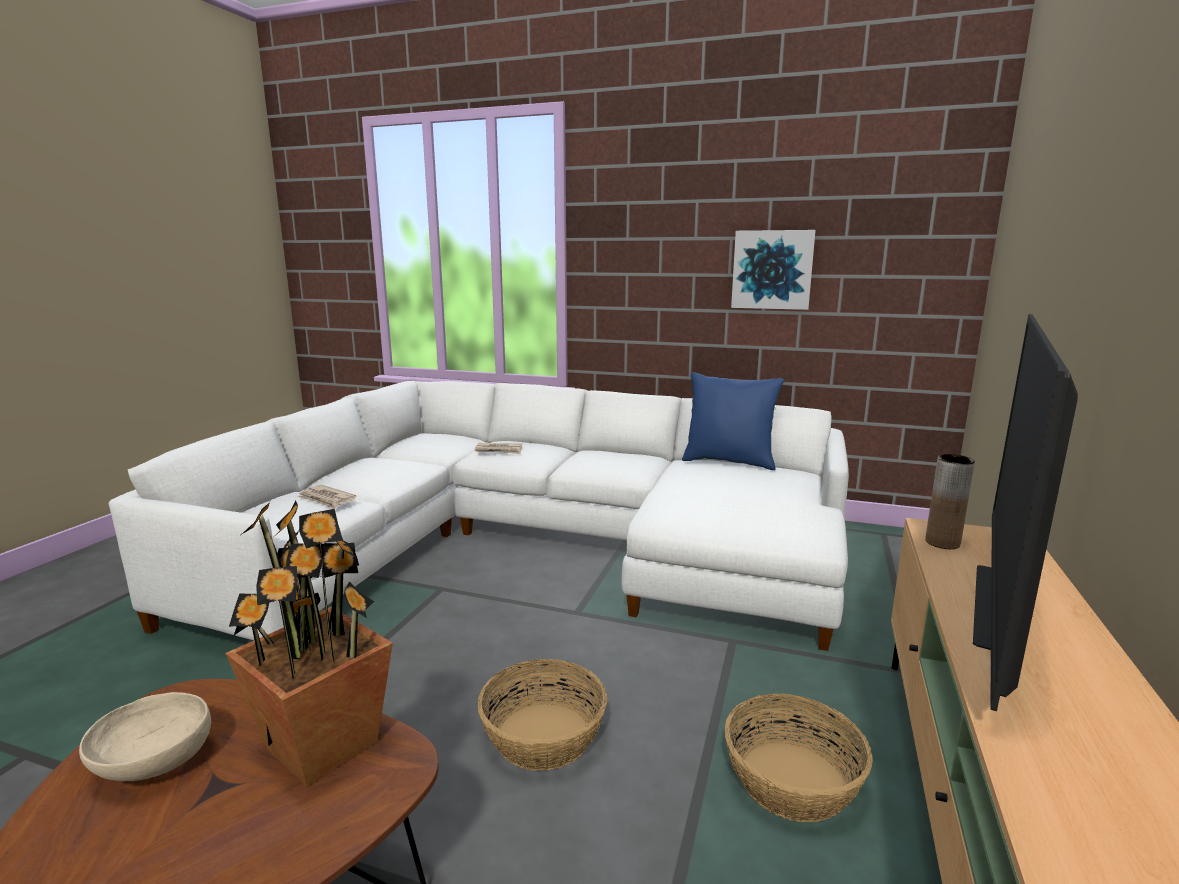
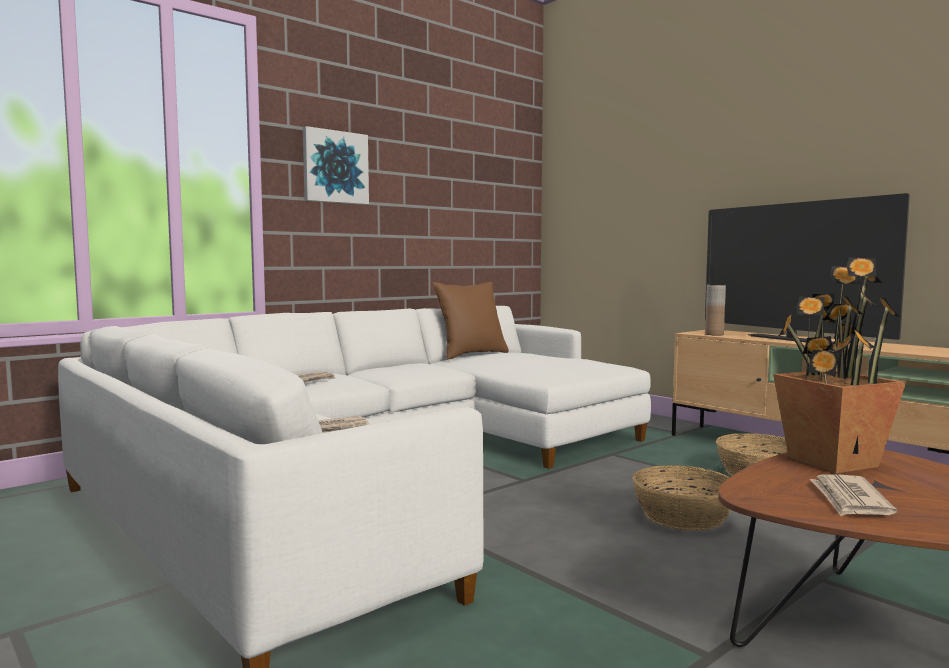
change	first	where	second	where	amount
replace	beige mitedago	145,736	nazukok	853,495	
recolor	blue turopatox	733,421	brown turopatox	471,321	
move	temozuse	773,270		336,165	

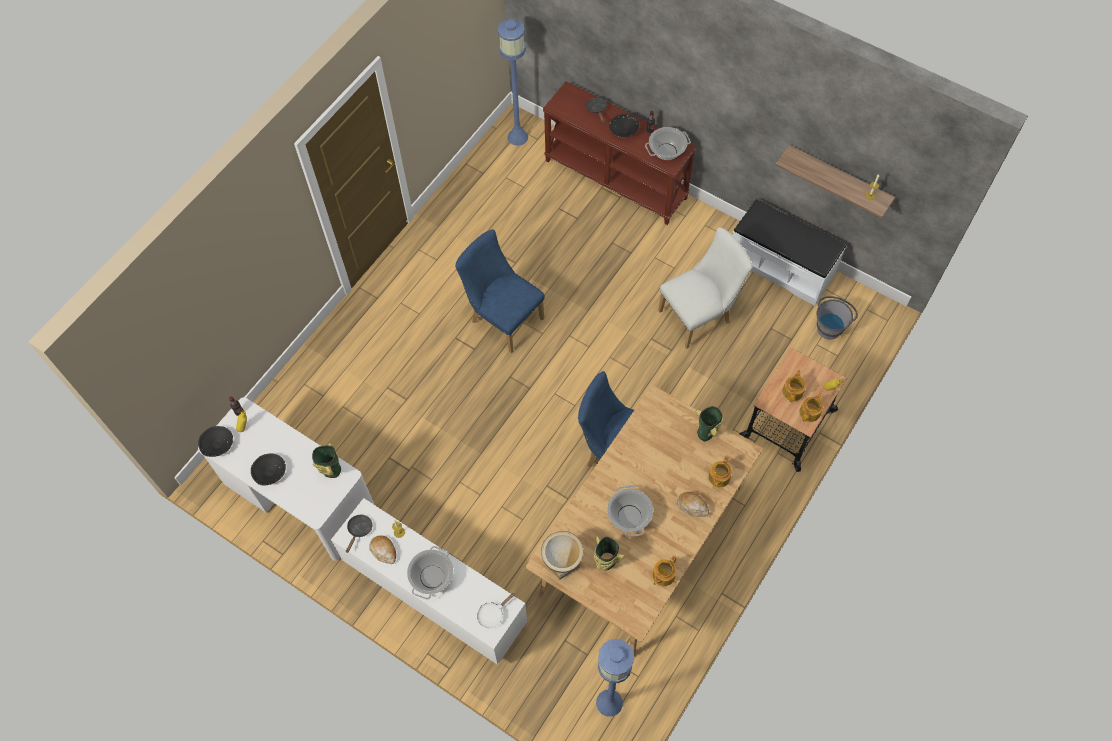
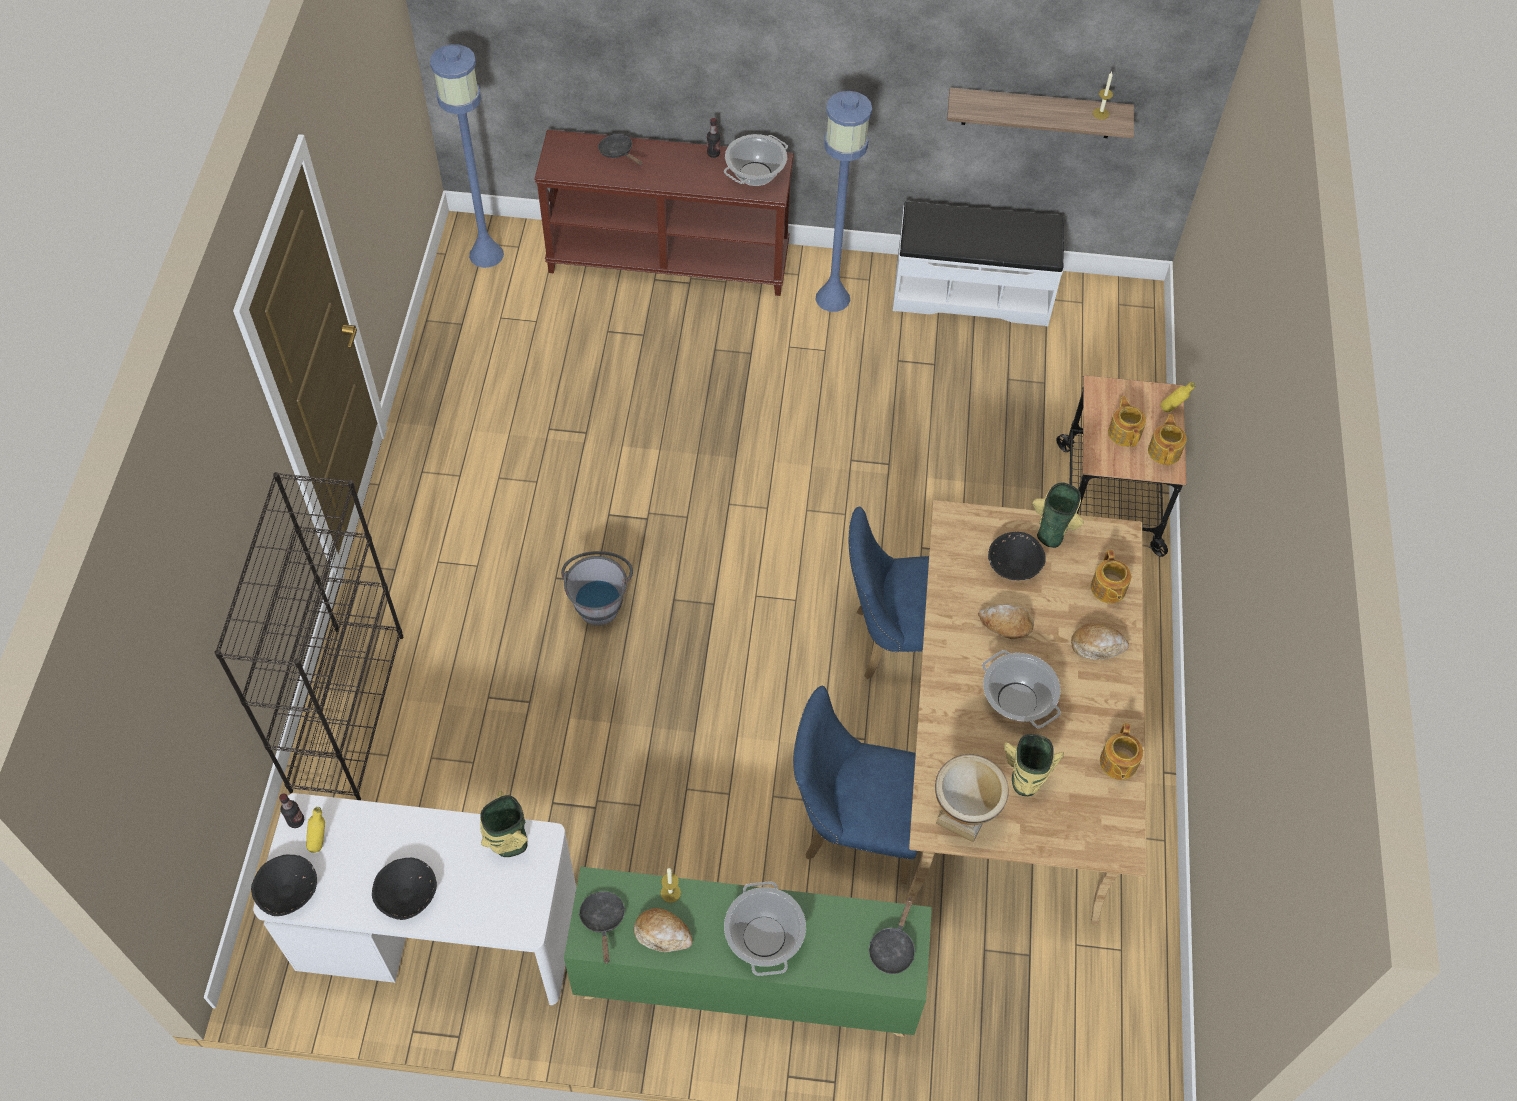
change	first	where	second	where	amount
recolor	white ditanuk	429,581	green ditanuk	748,952	
move	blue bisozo	500,291		855,785	
recolor	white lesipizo	496,611	black lesipizo	892,936	
move	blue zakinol	615,678		843,201	
move	black mitedago	624,125		1017,556	
delete	white bisozo	705,288			
move	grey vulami	837,318		597,588	
insert			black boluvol	309,636	
insert			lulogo	1006,622	

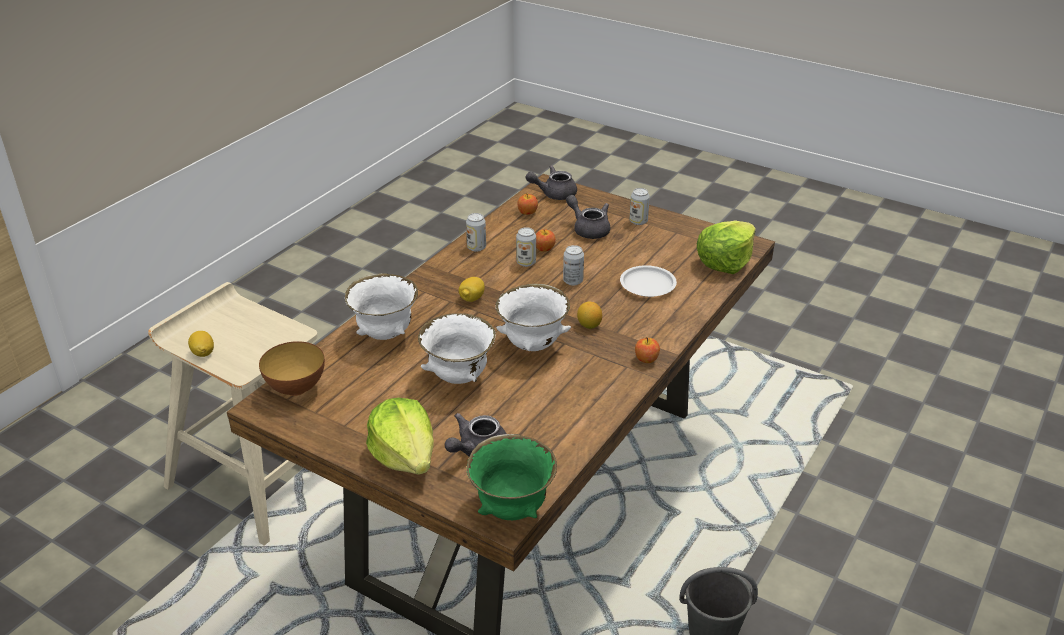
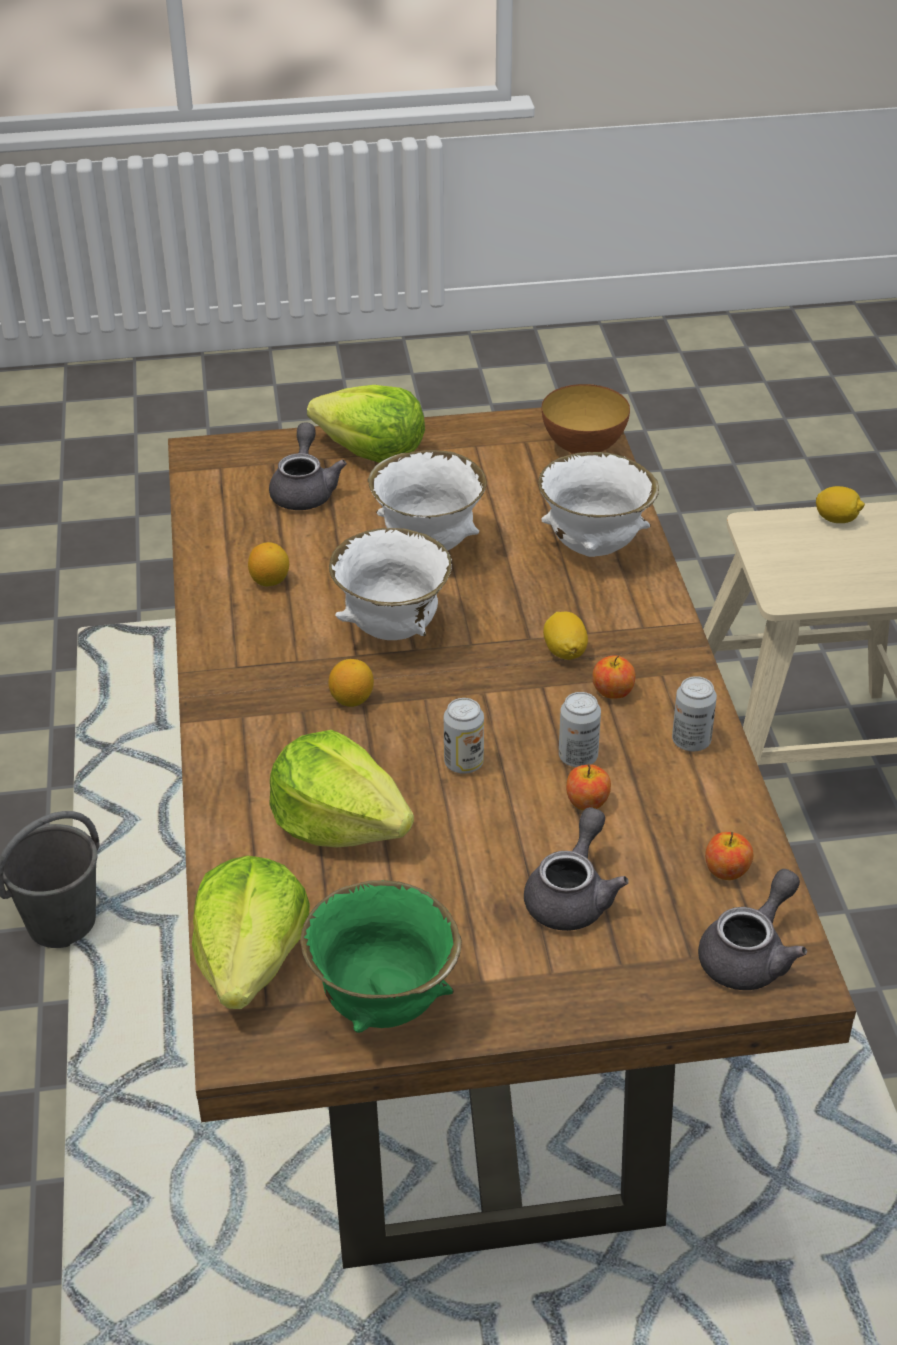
change	first	where	second	where	amount
move	green mitedago	512,477		381,956	
rotate	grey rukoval	588,217		576,869	75 degrees counterclockwise
replace	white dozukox	648,281	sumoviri	341,789	
delete	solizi	640,206			
move	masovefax	647,350		613,677	
insert			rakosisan	268,564	

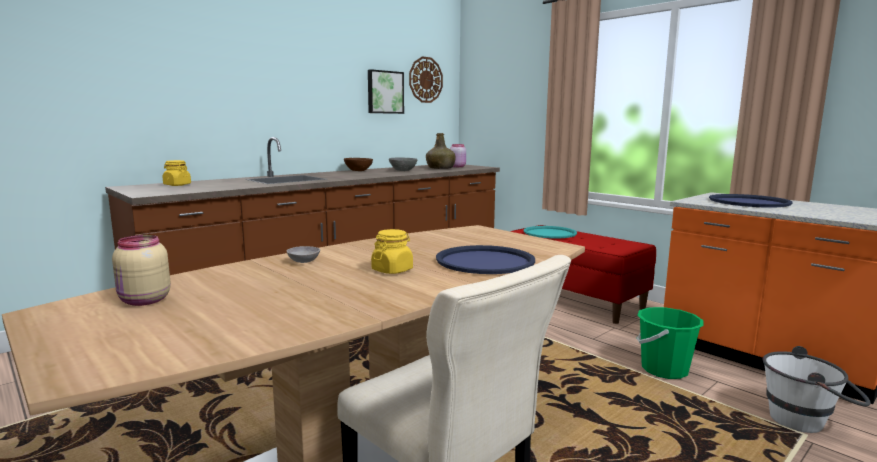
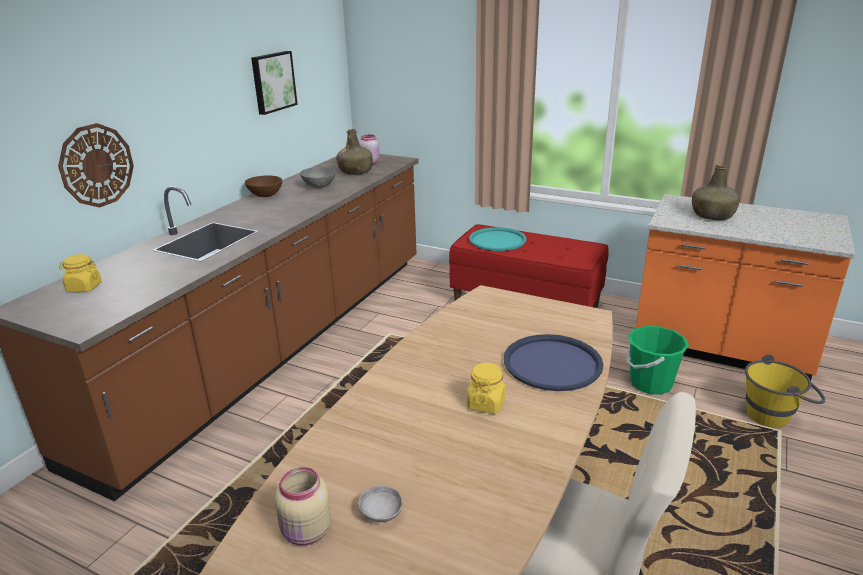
change	first	where	second	where	amount
move	grey mitedago	303,254		380,504	
move	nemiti	426,79		96,165	
replace	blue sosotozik	751,201	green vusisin	716,192	
recolor	white vulami	817,389	yellow vulami	785,391	

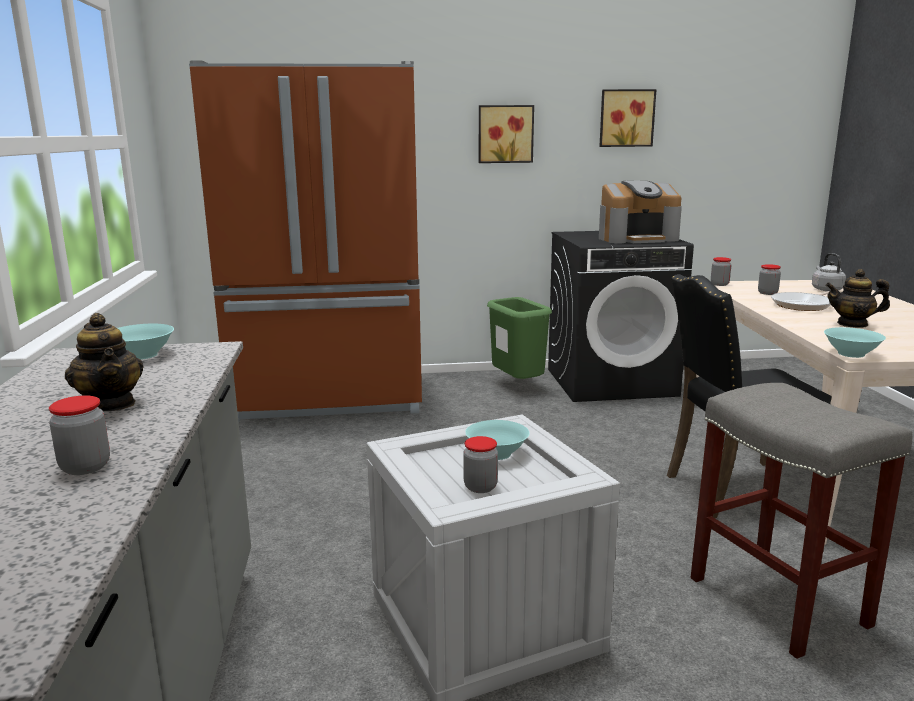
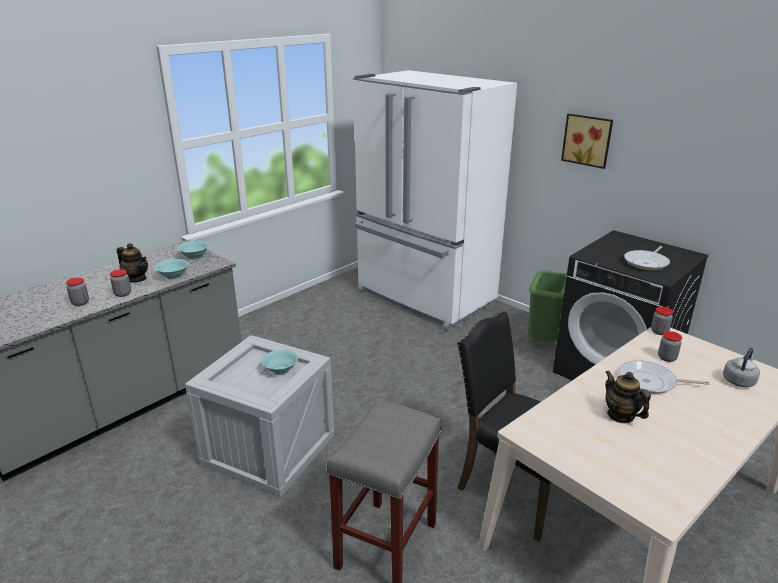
change	first	where	second	where	amount
rotate	rukoval	104,362		132,262	75 degrees counterclockwise
recolor	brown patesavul	305,241	white patesavul	435,200	
move	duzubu	480,464		120,283	
delete	temozuse	628,118			
replace	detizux	640,212	lesipizo	647,258	
move	turquoise mitedago	855,342		172,269	

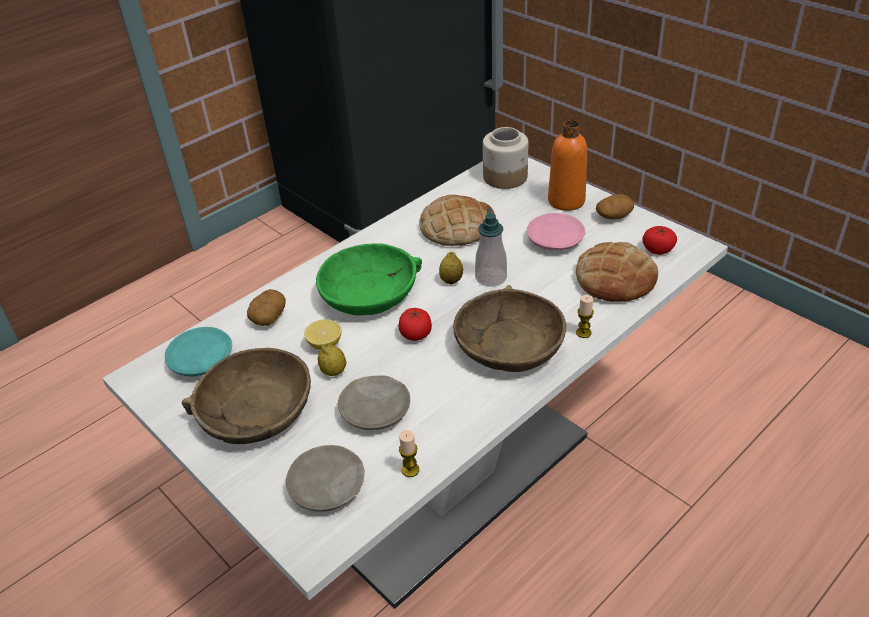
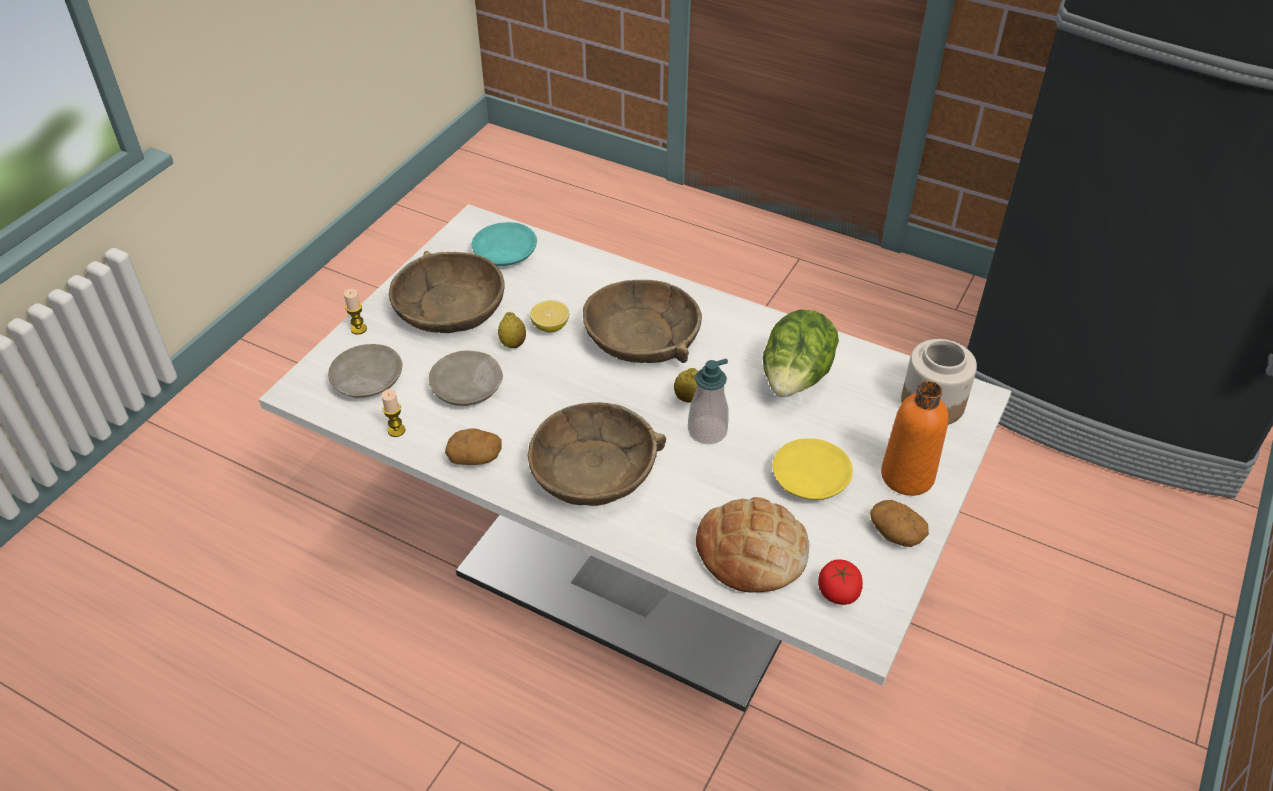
change	first	where	second	where	amount
move	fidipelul	266,307		473,447	
recolor	green mitedago	369,279	brown mitedago	642,321	
delete	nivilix	415,324			
replace	lulogo	457,220	sumoviri	801,353	
recolor	pink dozukox	556,231	yellow dozukox	813,469	
move	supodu	585,316		355,312	

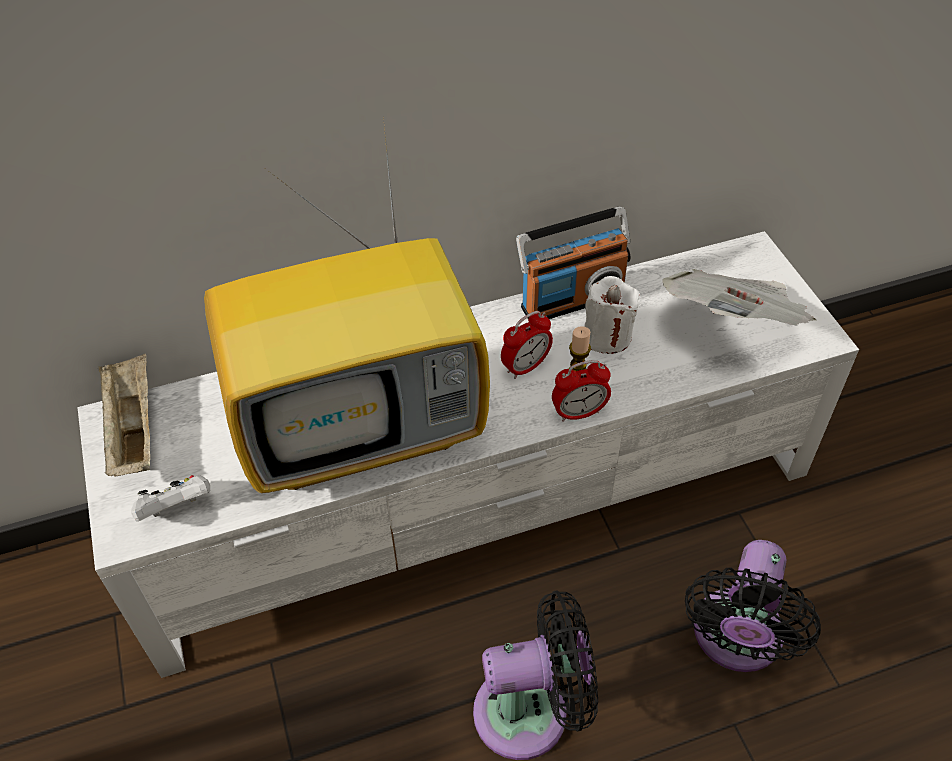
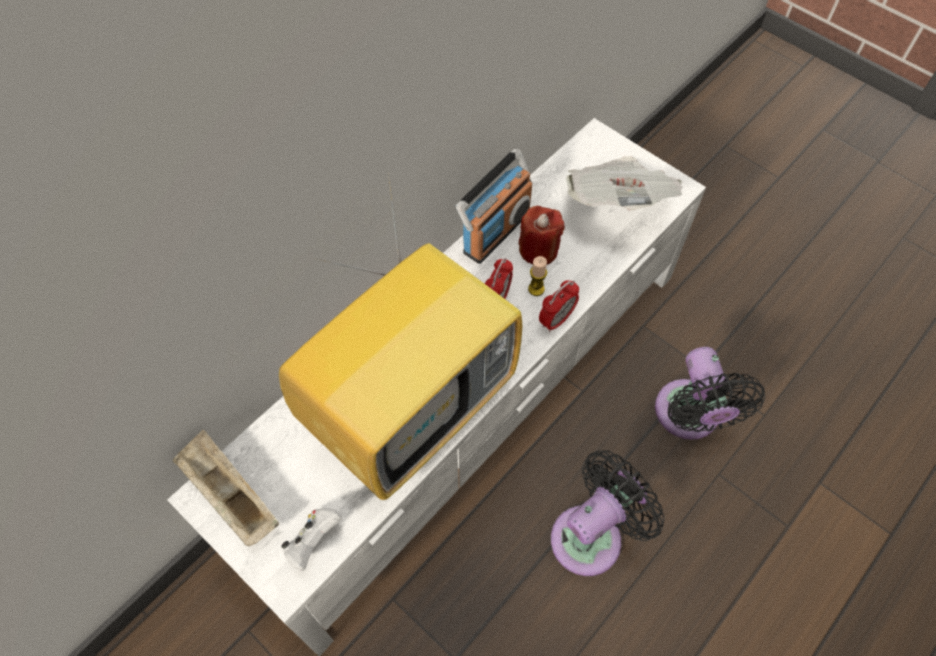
change	first	where	second	where	amount
recolor	white supodu	611,315	red supodu	541,235	

